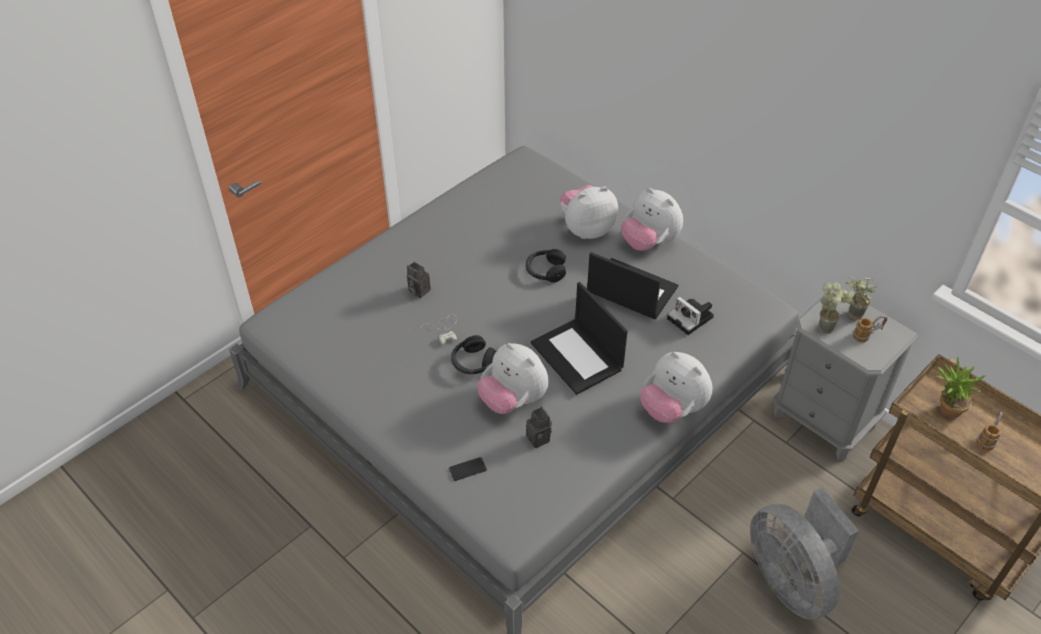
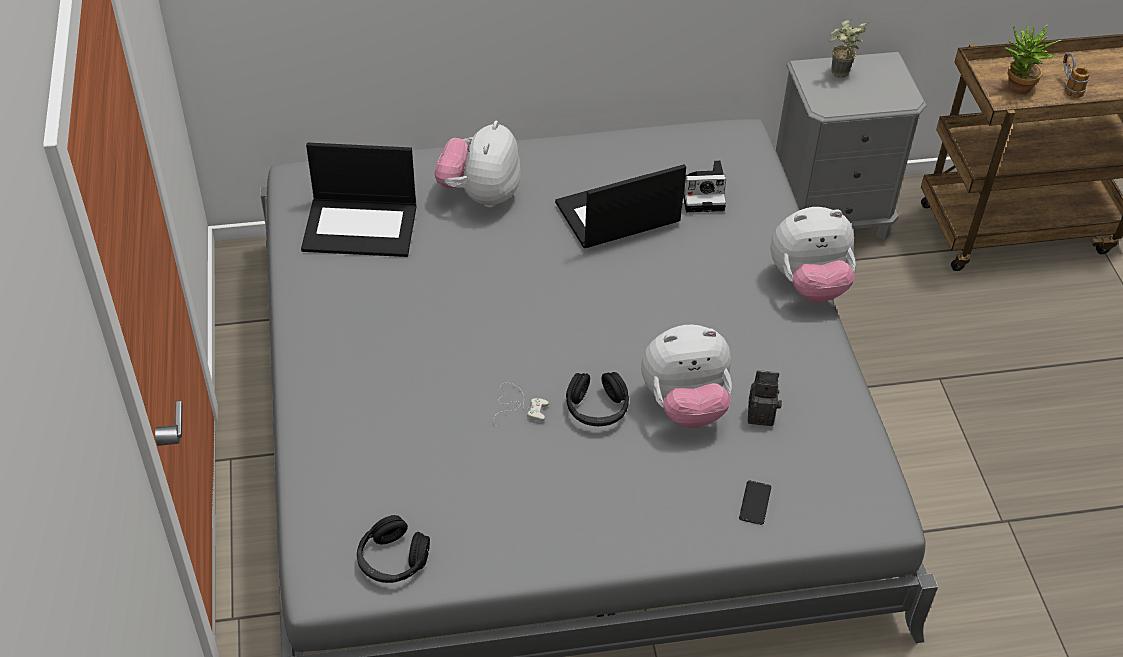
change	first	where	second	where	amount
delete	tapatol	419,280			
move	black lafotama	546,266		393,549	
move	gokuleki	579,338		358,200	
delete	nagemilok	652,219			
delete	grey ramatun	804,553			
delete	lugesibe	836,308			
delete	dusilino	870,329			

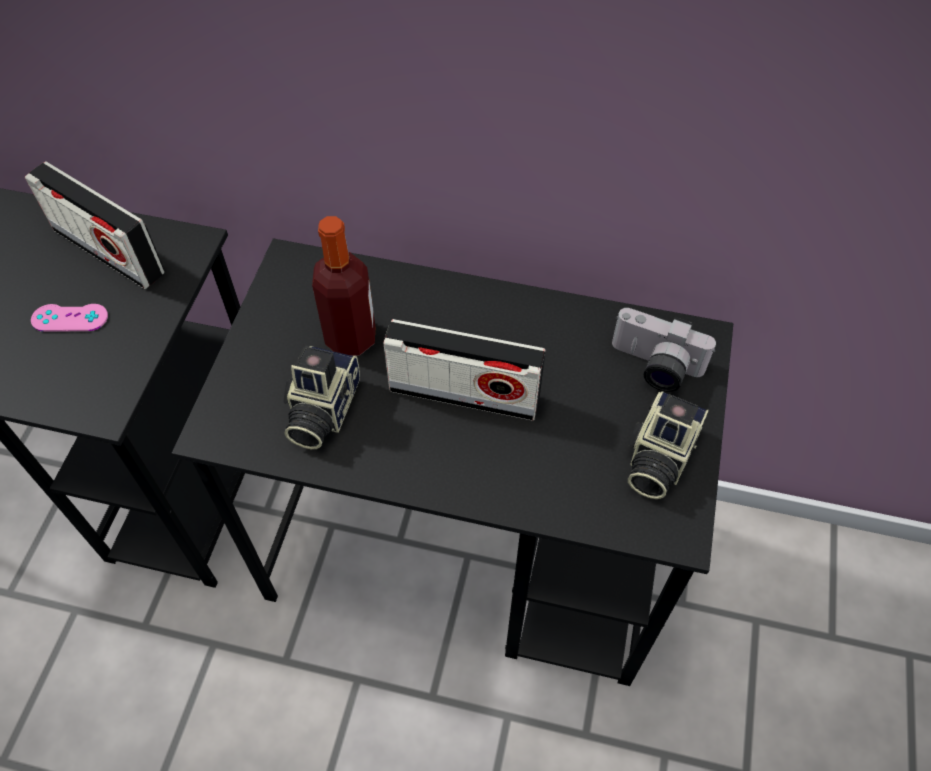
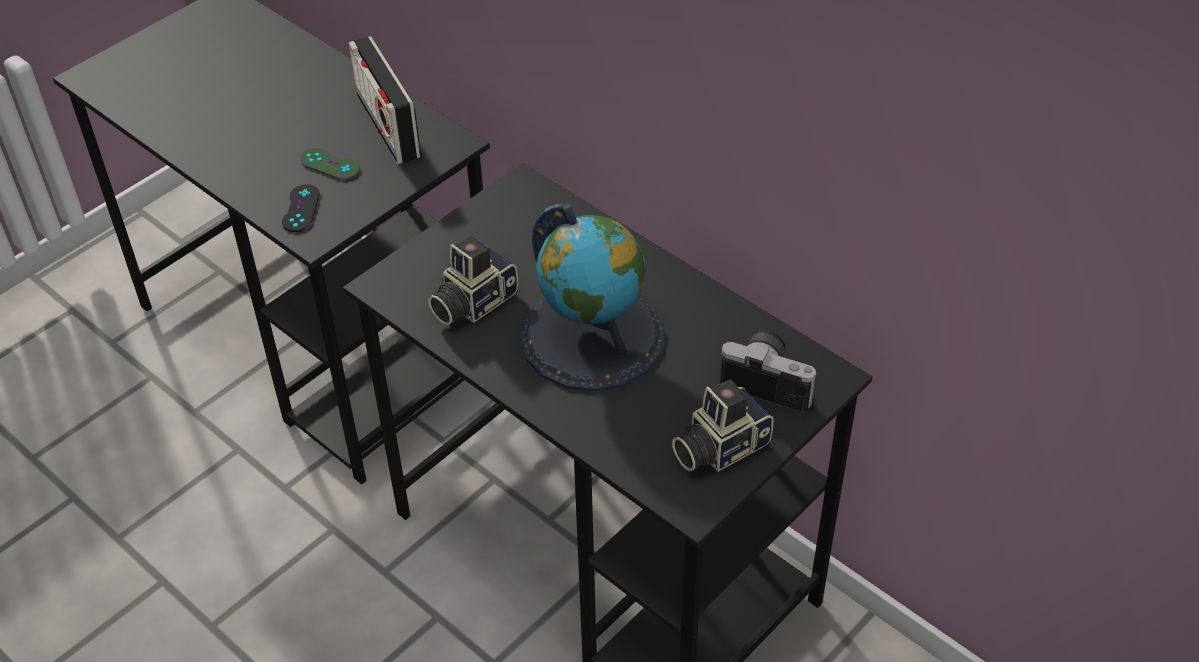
change	first	where	second	where	amount
recolor	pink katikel	69,318	green katikel	330,164	
delete	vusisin	343,286			
replace	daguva	464,370	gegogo	592,298	
rotate	tapatol	664,350		769,371	150 degrees clockwise
insert			black katikel	301,208	

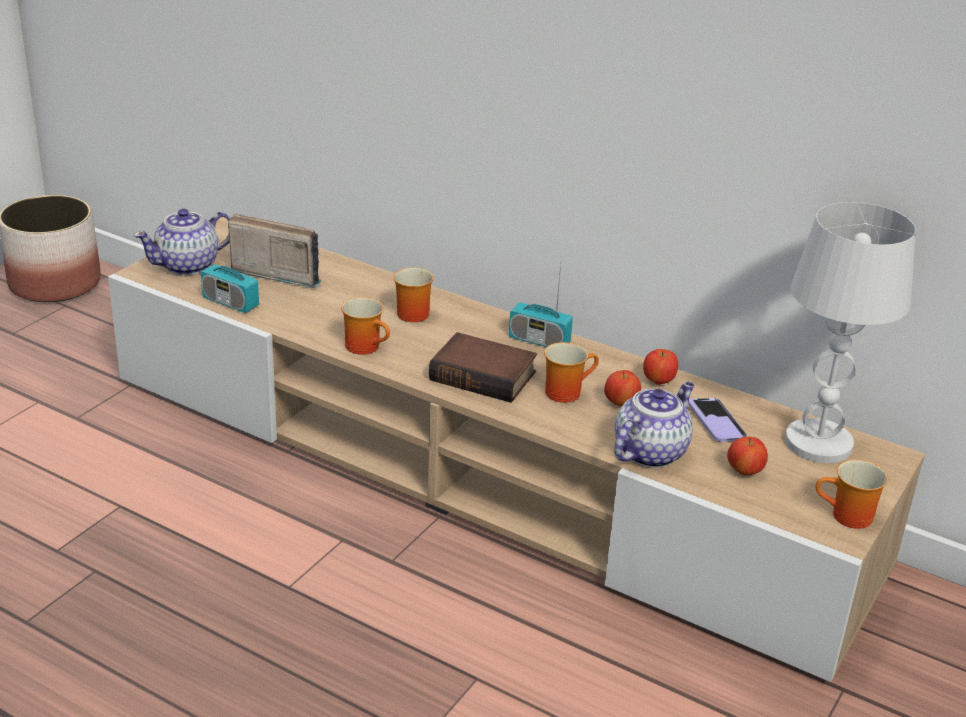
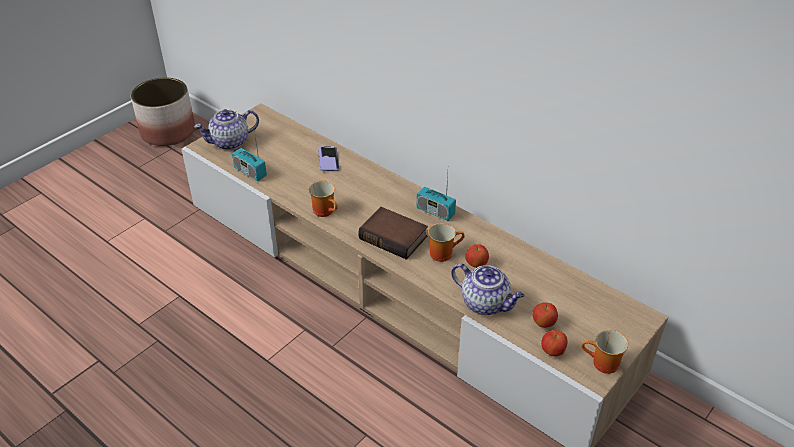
change	first	where	second	where	amount
delete	daguva	274,251			
delete	dusilino	413,295			
rotate	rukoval	654,425		488,289	75 degrees clockwise
move	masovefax	660,367		554,343	
move	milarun	717,420		329,158	
delete	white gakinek	850,332			

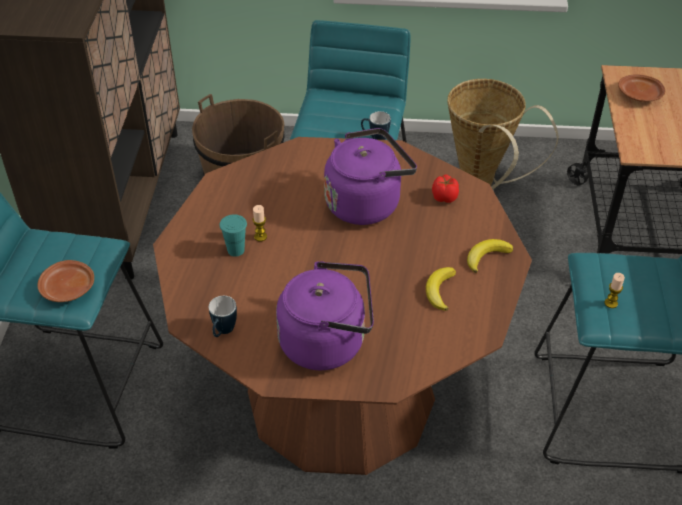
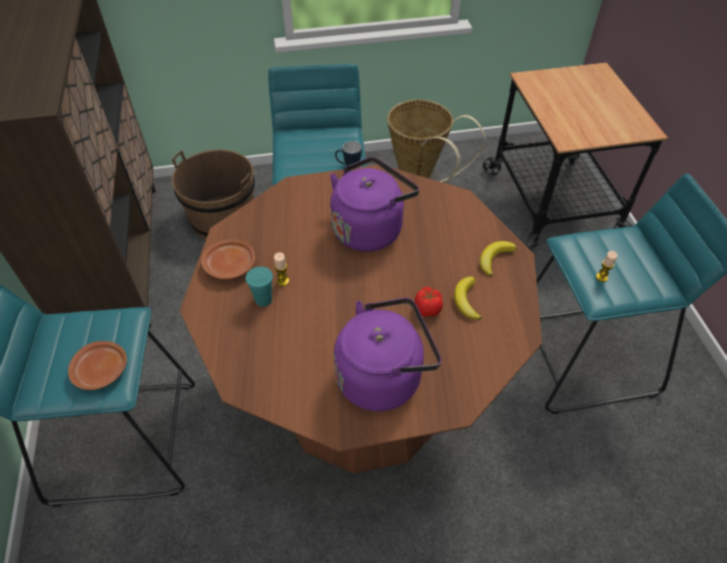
change	first	where	second	where	amount
delete	dusilino	223,316			
move	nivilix	445,189		429,302	
move	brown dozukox	641,88		228,259	

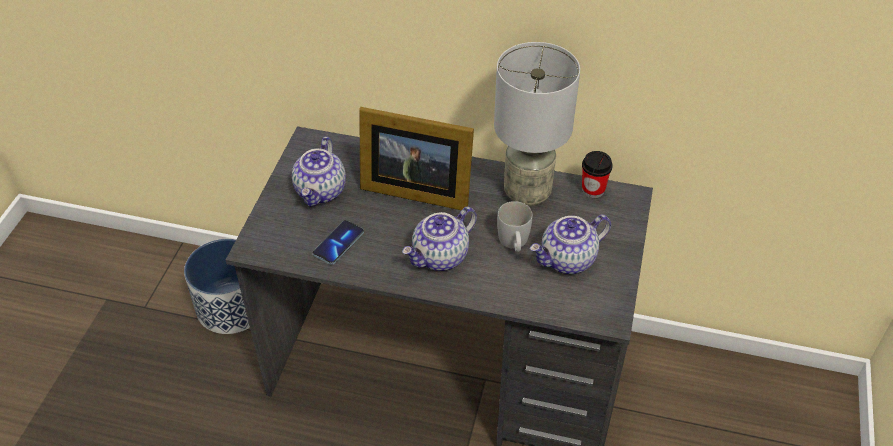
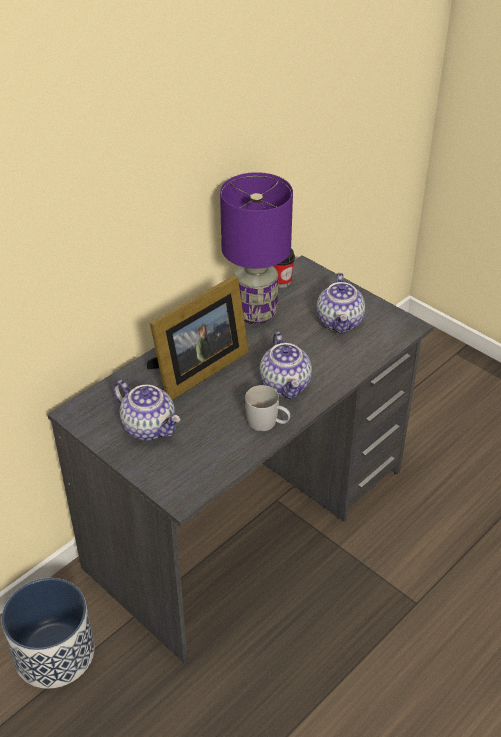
change	first	where	second	where	amount
delete	milarun	338,242			
recolor	grey gakinek	537,124	purple gakinek	256,248	
move	white dusilino	514,226		267,408	

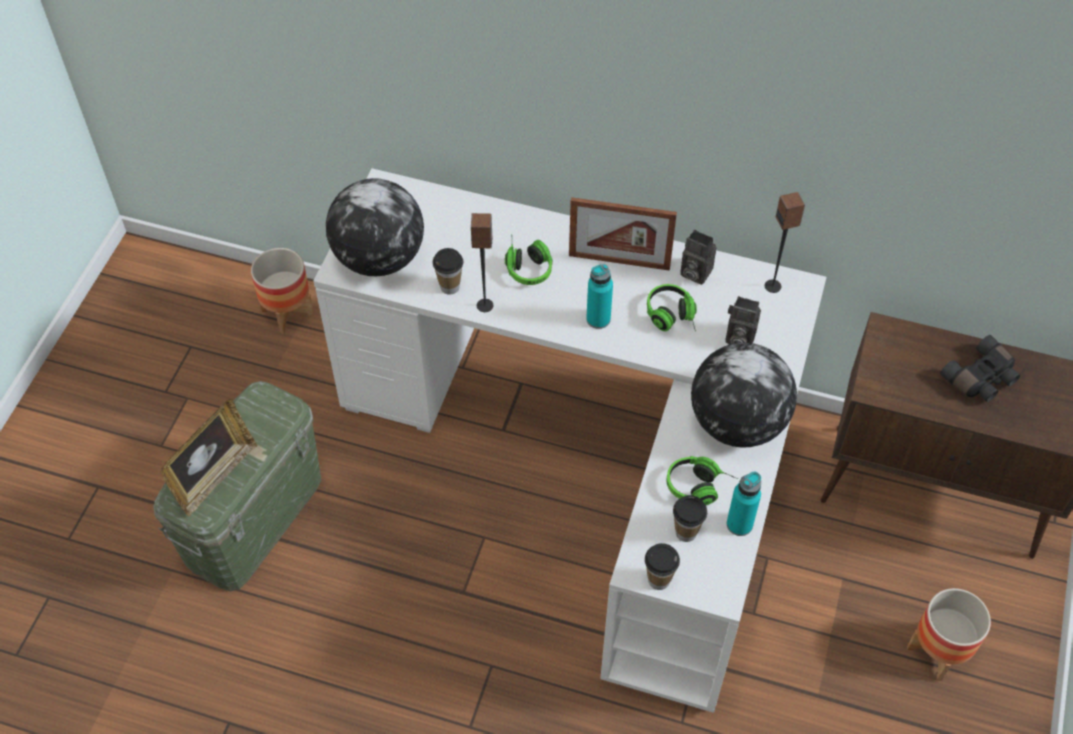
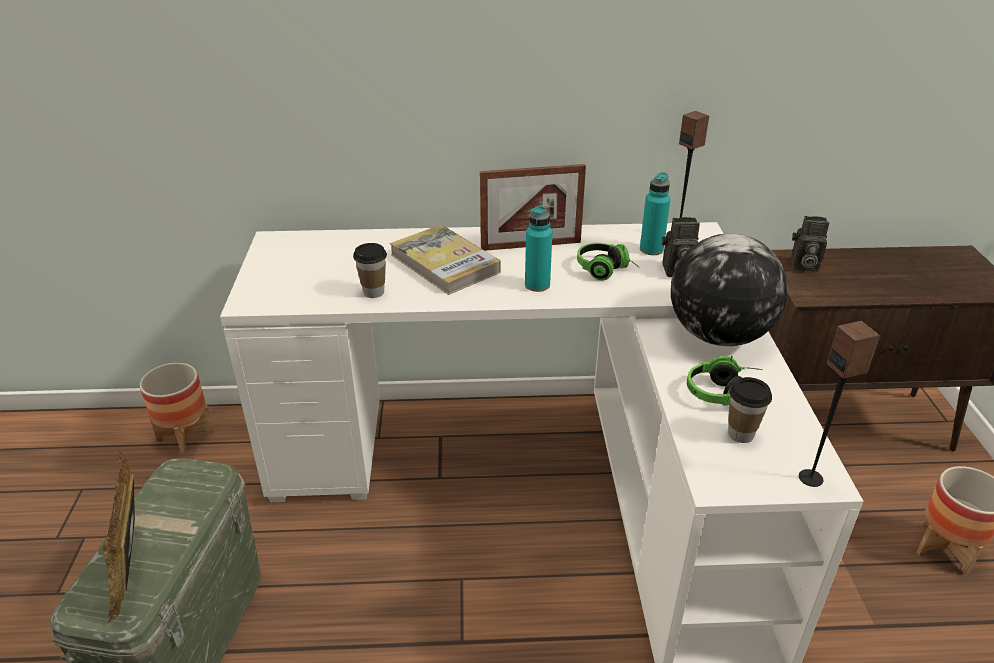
change	first	where	second	where	amount
rotate	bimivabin	209,457		119,537	150 degrees clockwise
delete	gegogo	375,227			
move	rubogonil	482,262		839,404	
replace	lafotama	528,262	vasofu	445,260	
delete	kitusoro	662,566			
move	tapatol	698,257		810,244	
move	turquoise vusisin	744,504		655,213	
delete	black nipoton	980,368			

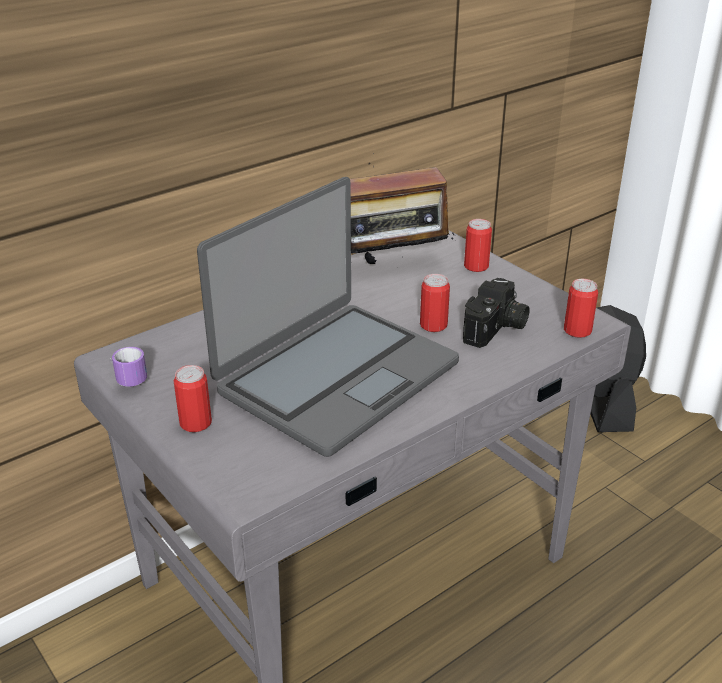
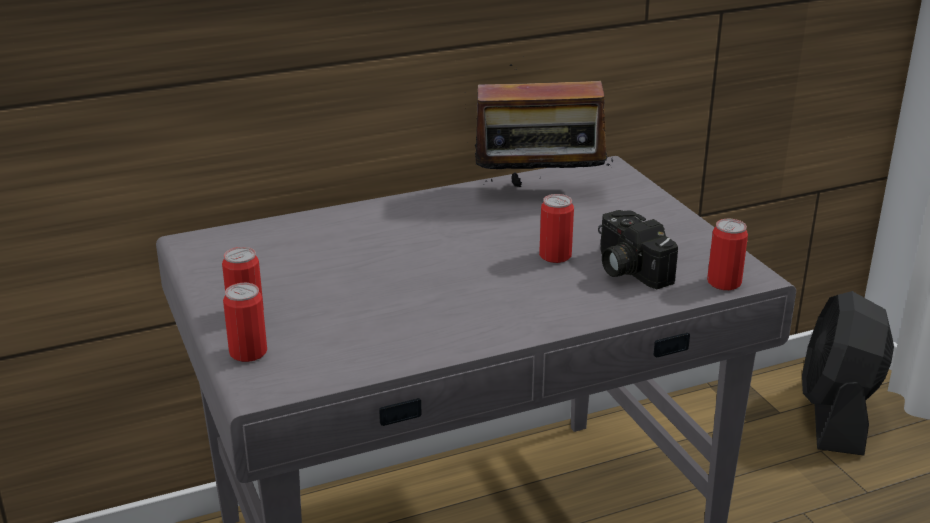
change	first	where	second	where	amount
delete	dusilino	128,367			
delete	gokuleki	328,317			
rotate	tapatol	496,313		638,249	105 degrees clockwise
move	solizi	478,245		245,322	

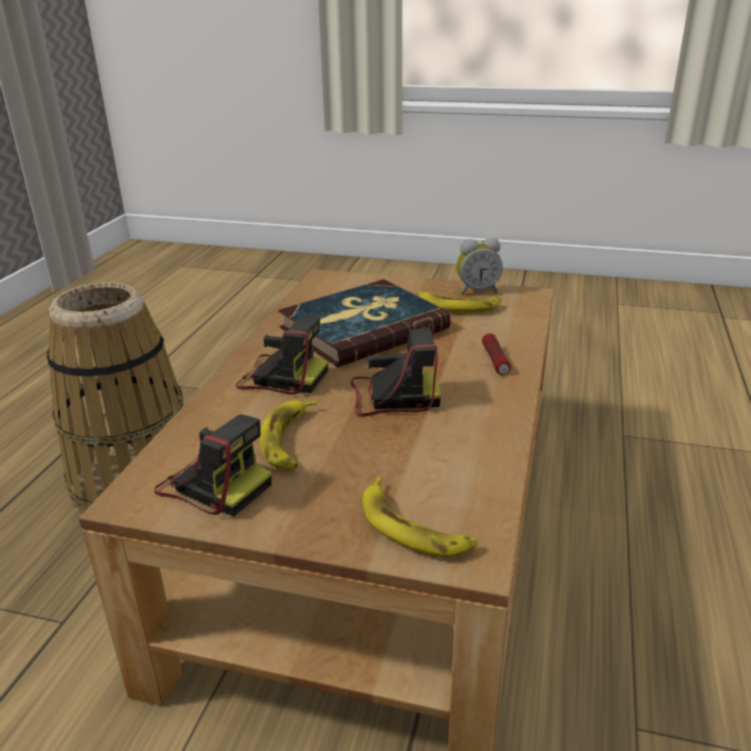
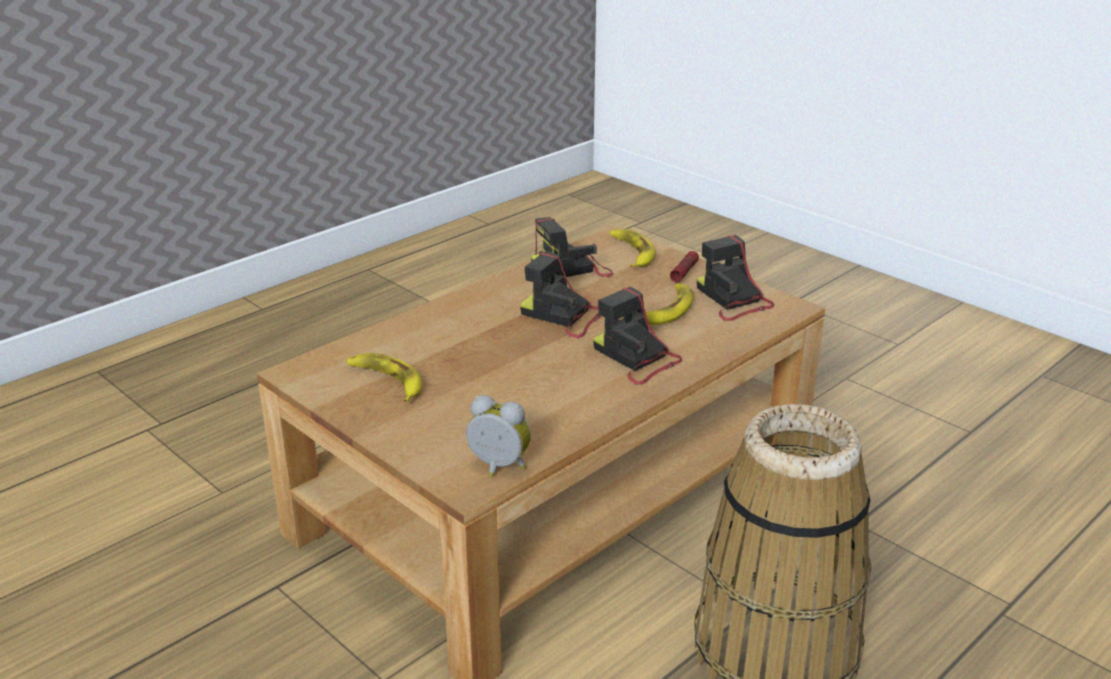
change	first	where	second	where	amount
delete	vasofu	364,323			
move	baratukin	479,266		498,436	
move	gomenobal	496,354		684,266	
insert			tapatol	572,247	

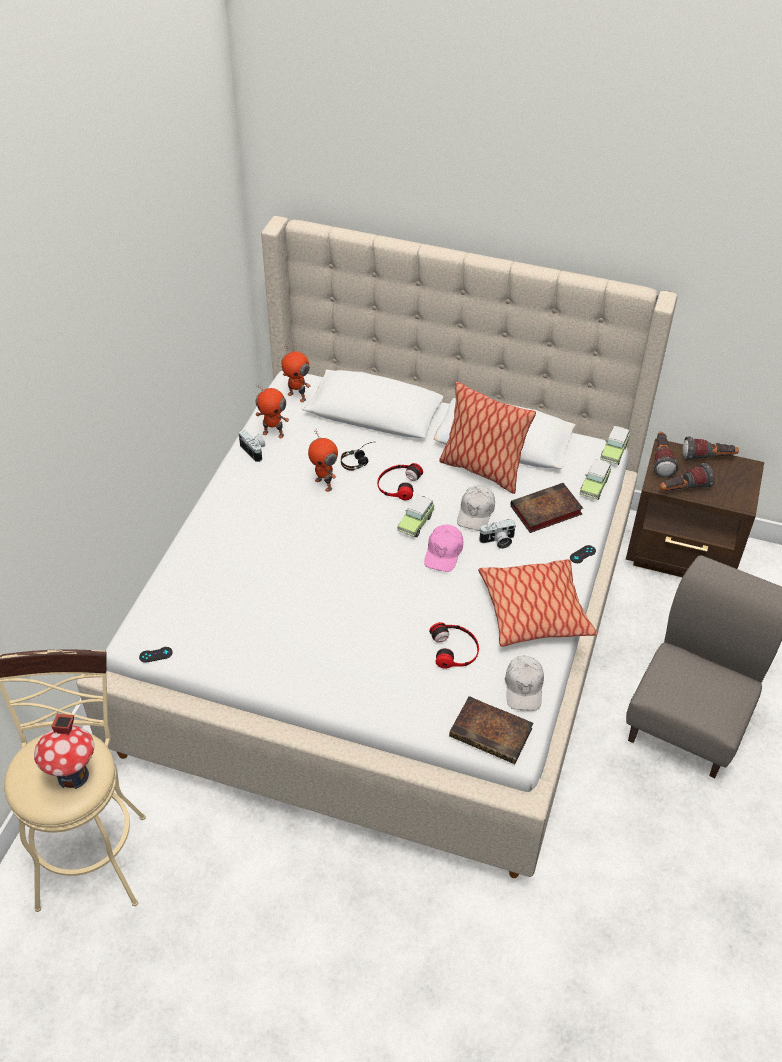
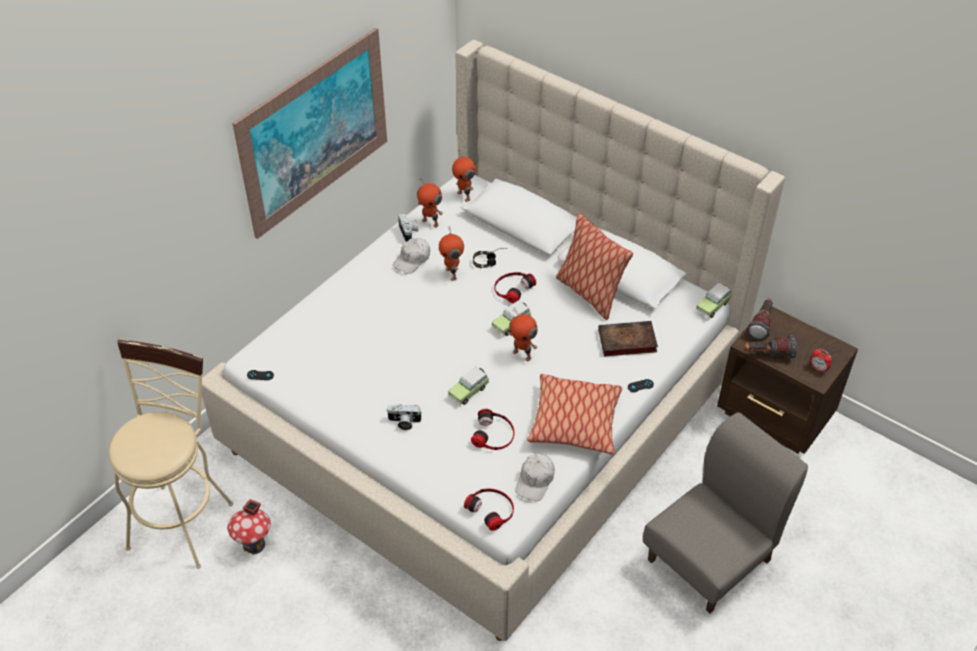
change	first	where	second	where	amount
move	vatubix	64,751		249,527	
replace	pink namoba	443,548	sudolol	523,335	
replace	vasofu	491,730	lafotama	489,510	
move	white namoba	476,508		411,256	
move	tapatol	497,534		404,417	
move	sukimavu	595,479		468,385	
delete	gomenobal	711,449			
insert			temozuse	309,133	
insert			baratukin	821,361	

